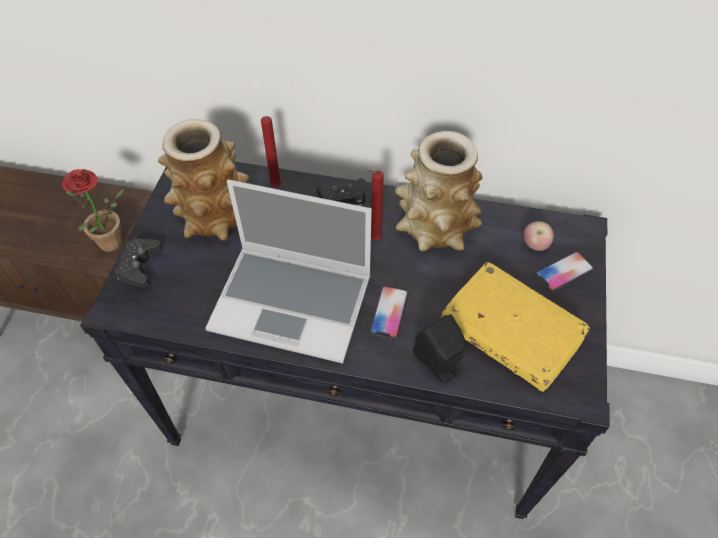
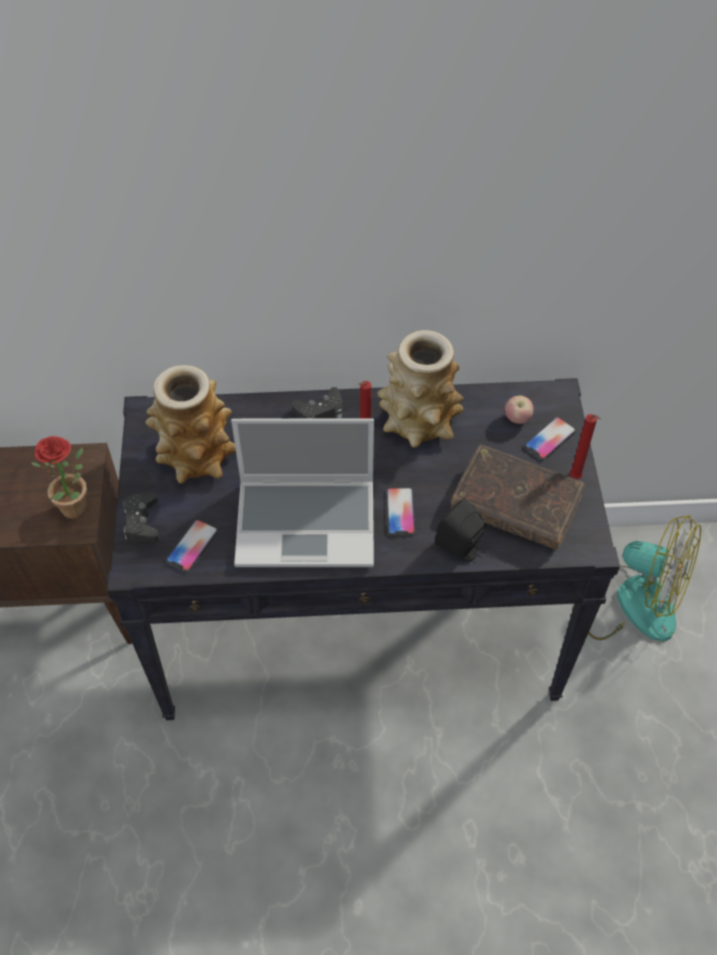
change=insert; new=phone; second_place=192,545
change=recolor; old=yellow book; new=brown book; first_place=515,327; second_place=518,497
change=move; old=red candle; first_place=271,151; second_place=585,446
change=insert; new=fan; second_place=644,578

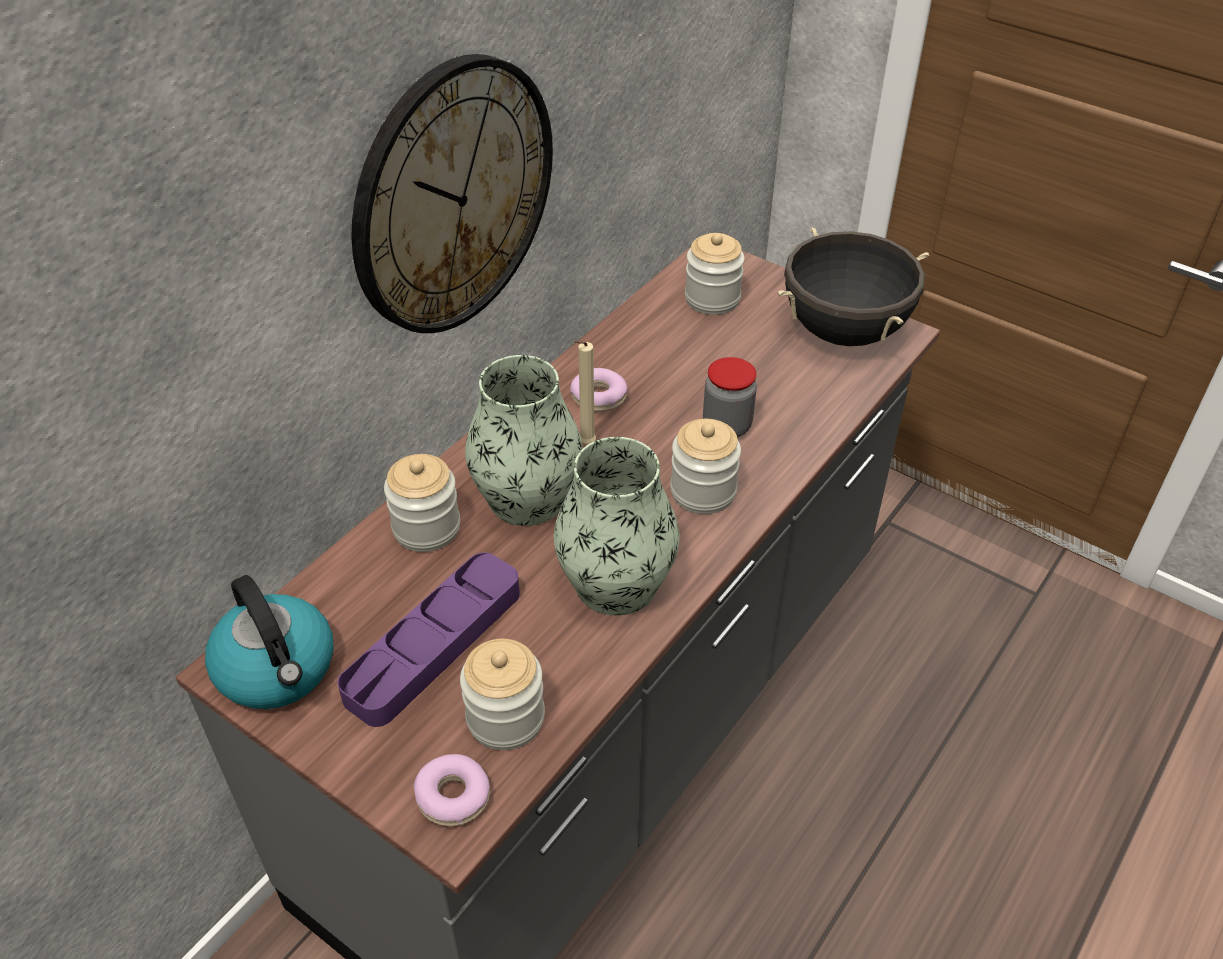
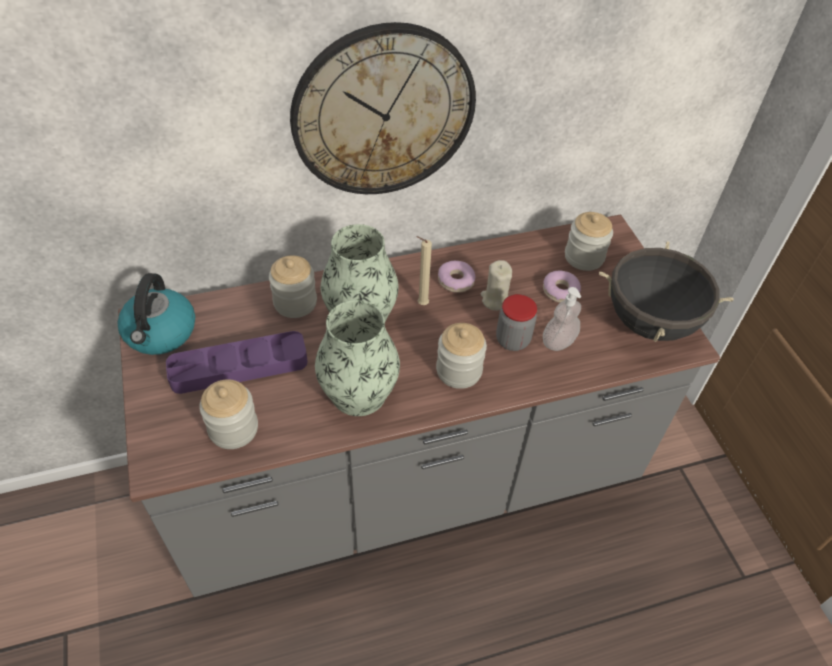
change=insert; new=beige candle; second_place=496,285
change=move; old=donut; first_place=452,790; second_place=562,287
change=insert; new=soap dispenser; second_place=562,319

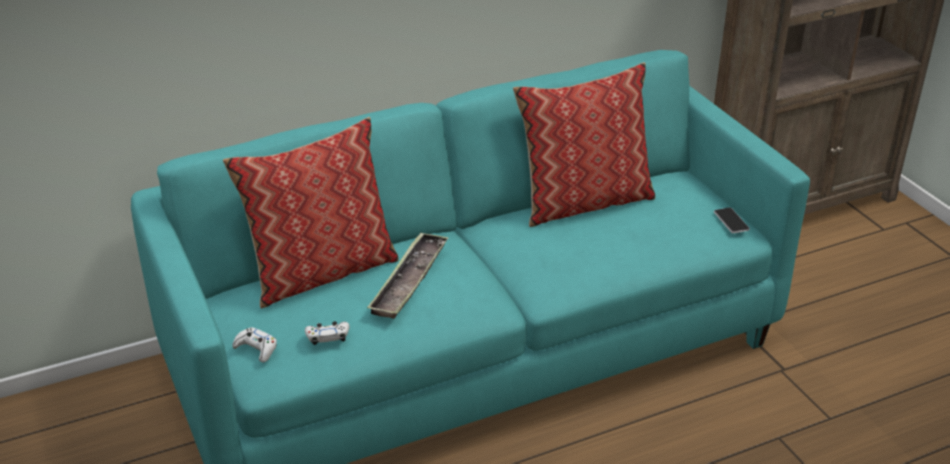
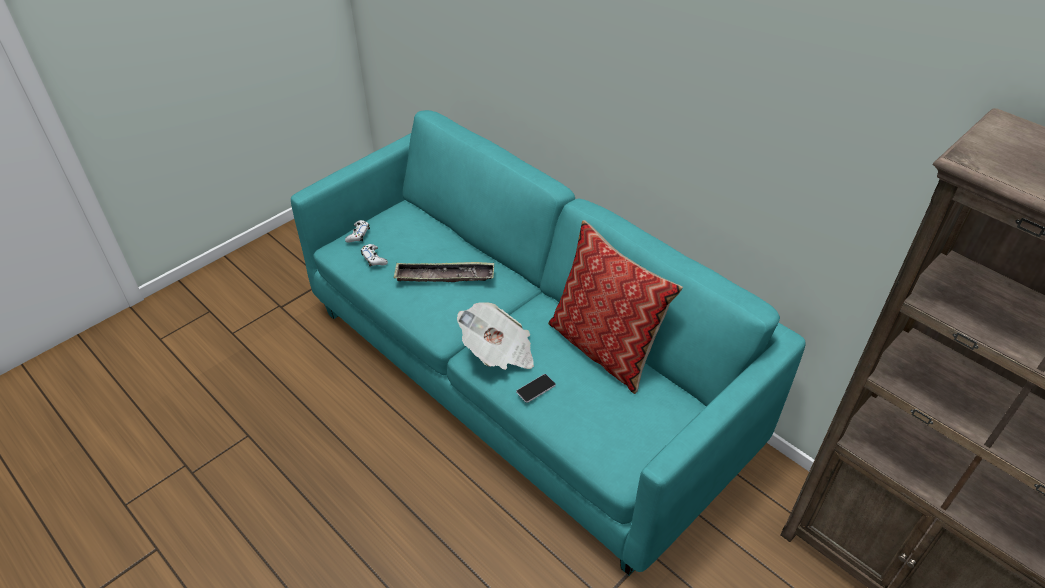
change=insert; new=newspaper; second_place=495,336
change=move; old=phone; first_place=732,220; second_place=536,388
change=delete; old=pillow; first_place=311,212

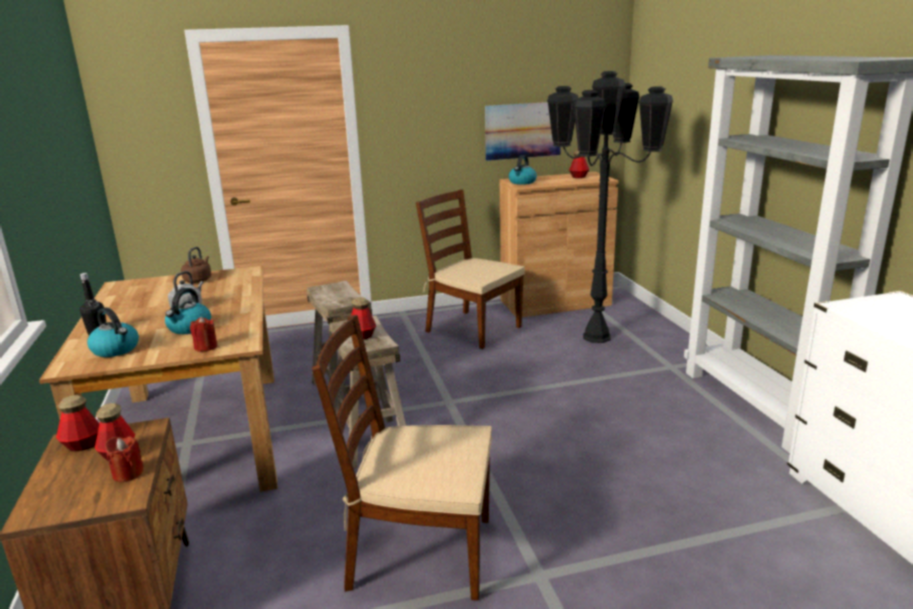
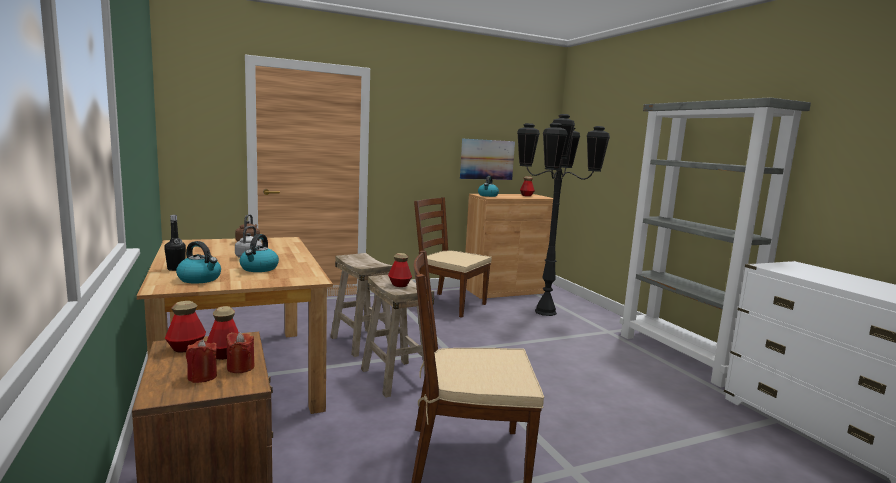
change=move; old=red candle; first_place=204,334; second_place=201,361

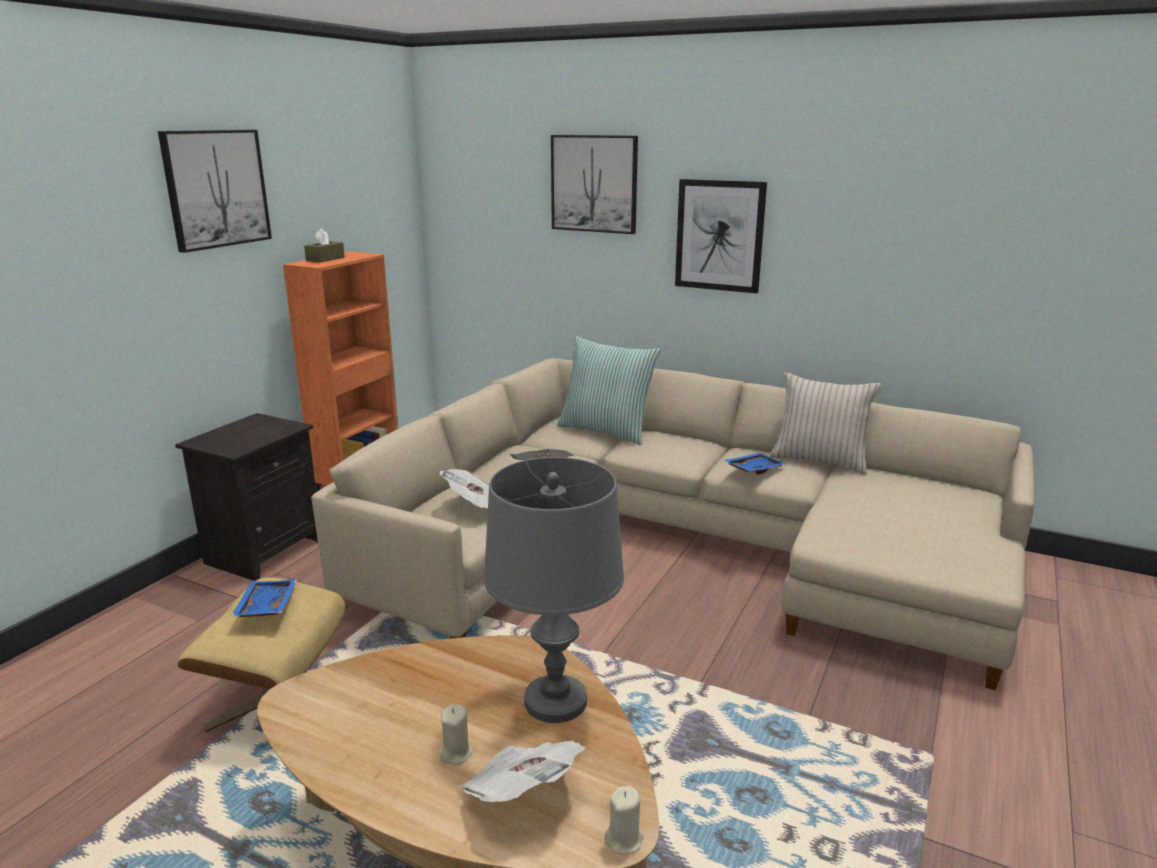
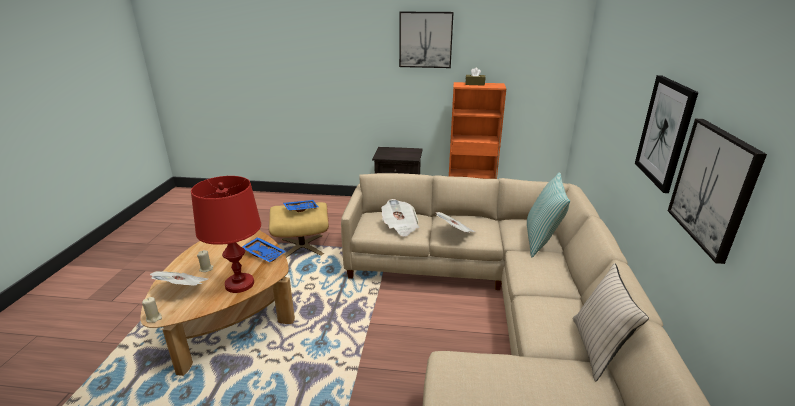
change=recolor; old=grey table lamp; new=red table lamp; first_place=554,590; second_place=226,234
change=move; old=blue tray; first_place=755,464; second_place=264,250
change=move; old=picture; first_place=594,184; second_place=717,191

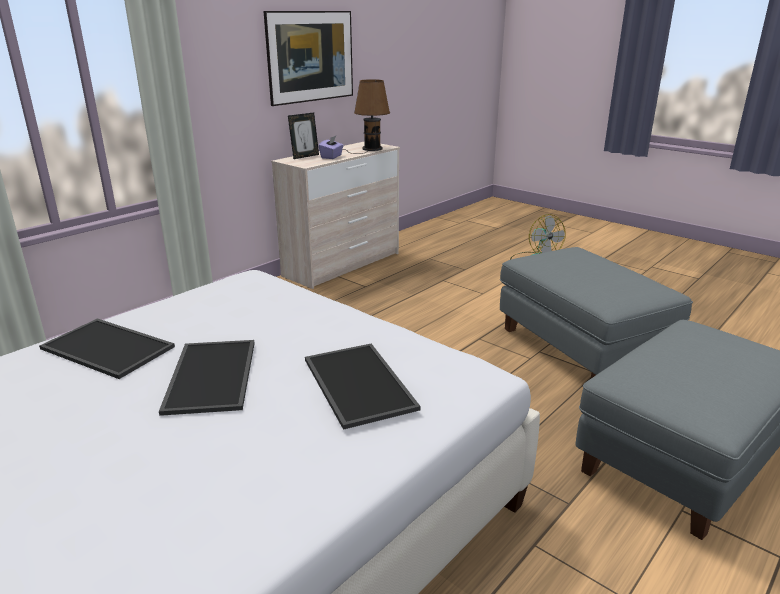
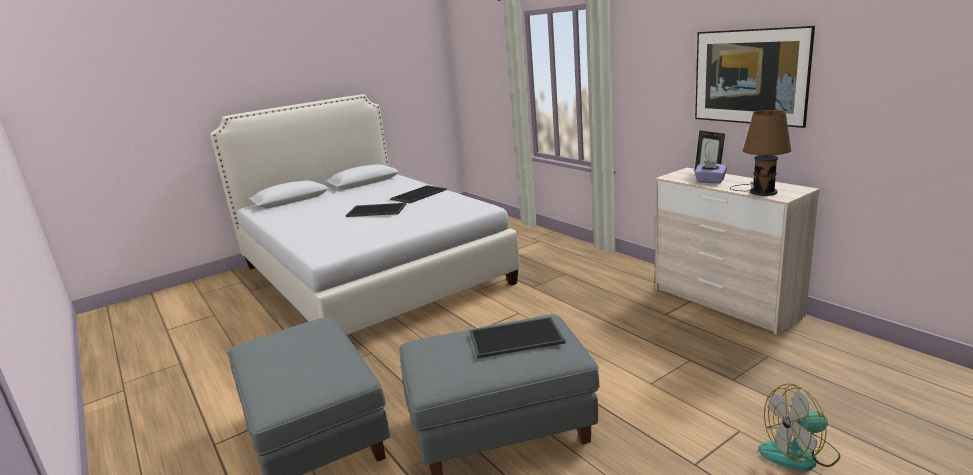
change=move; old=tray; first_place=363,387; second_place=517,337

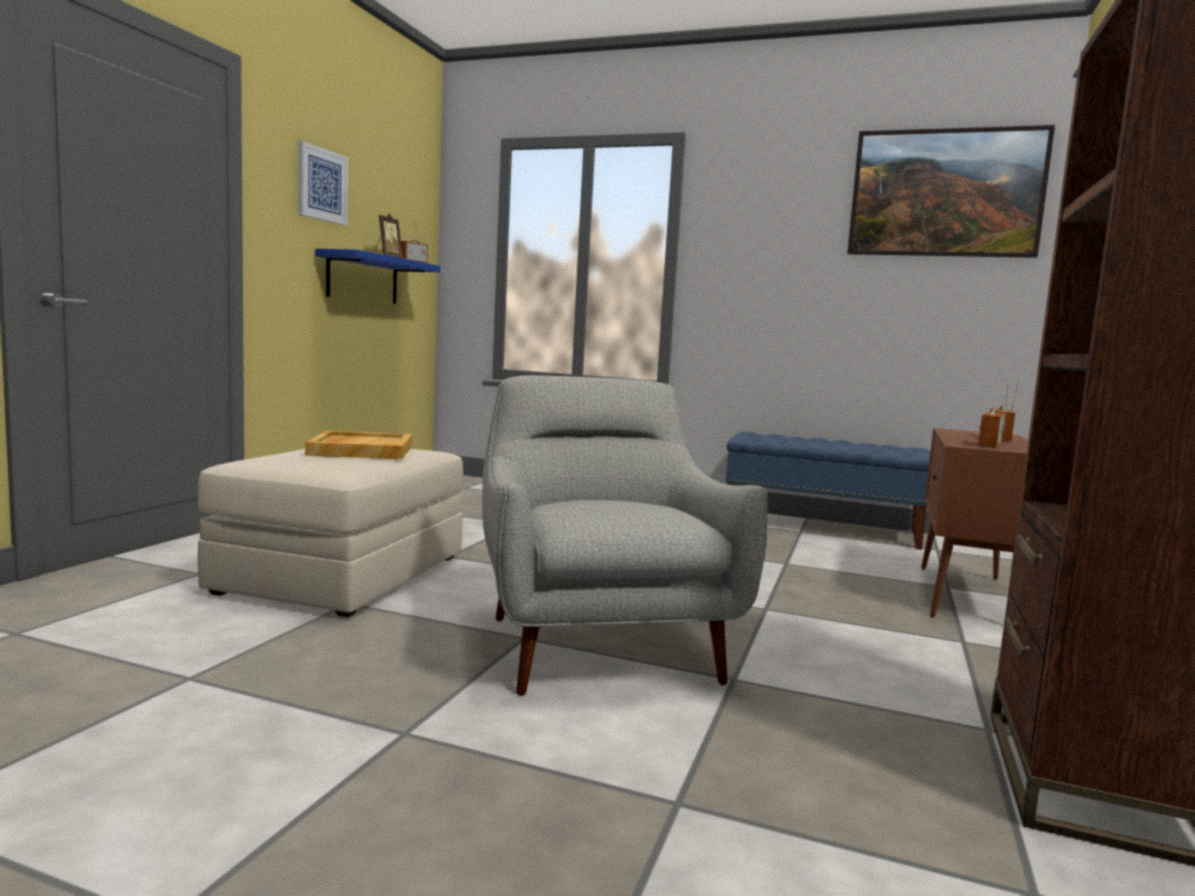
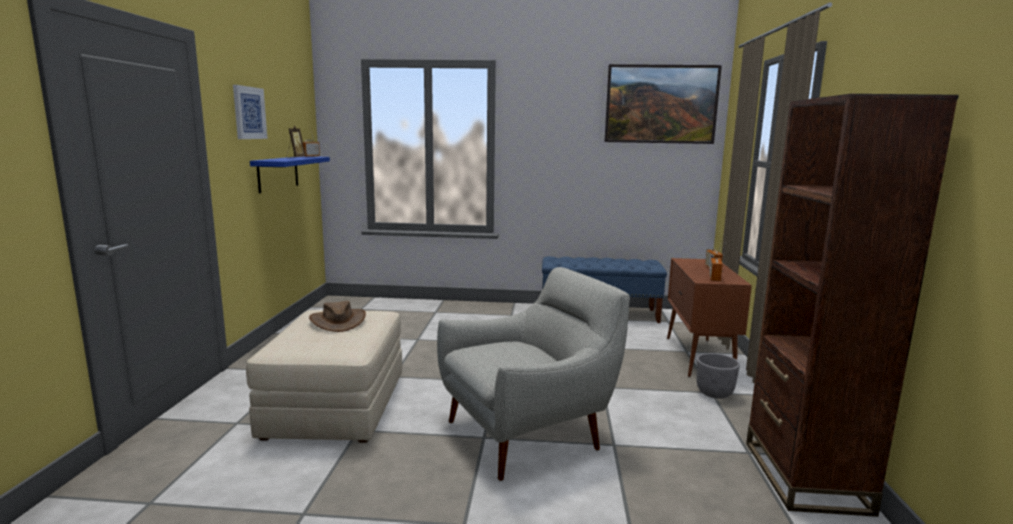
change=replace; old=beige tray; new=brown hat; first_place=359,445; second_place=337,316
change=rotate; old=grey armchair; first_place=625,535; second_place=533,374; degrees=90
change=insert; new=grey planter; second_place=718,376

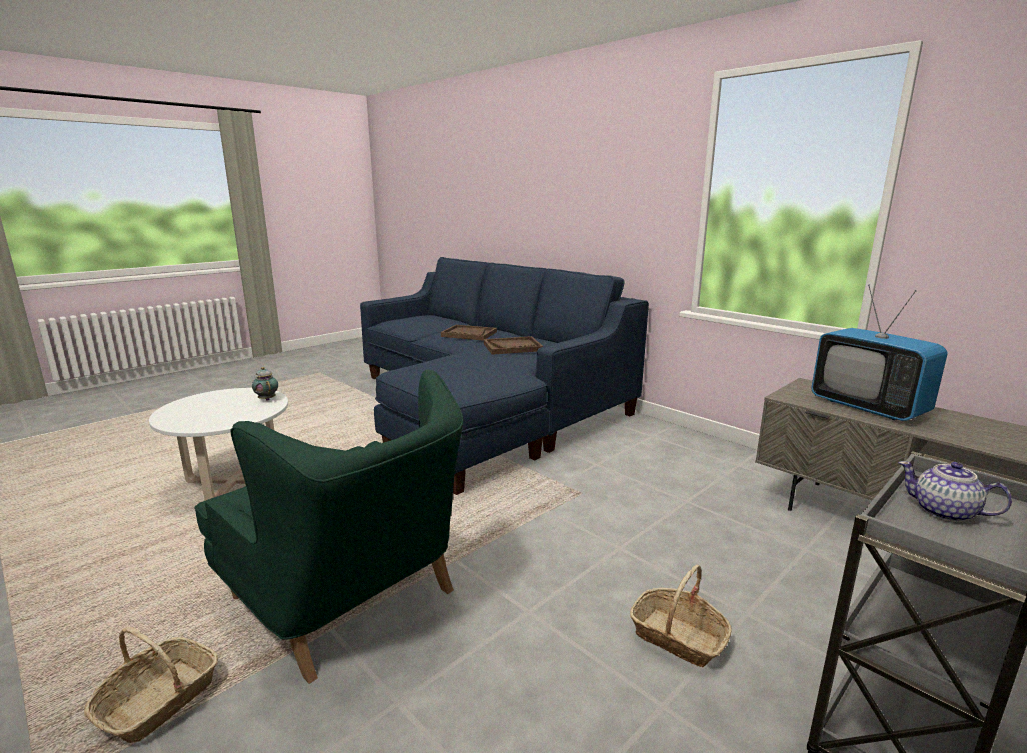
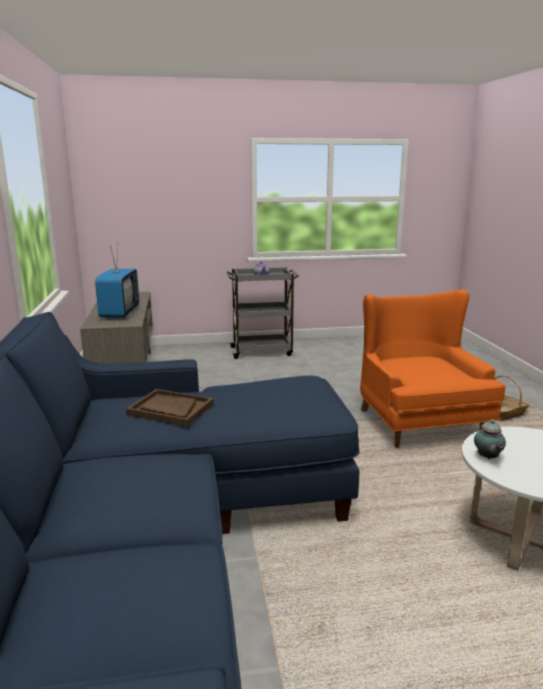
change=recolor; old=green armchair; new=orange armchair; first_place=328,526; second_place=433,369
change=delete; old=brown tray; first_place=469,333
change=delete; old=basket; first_place=681,616

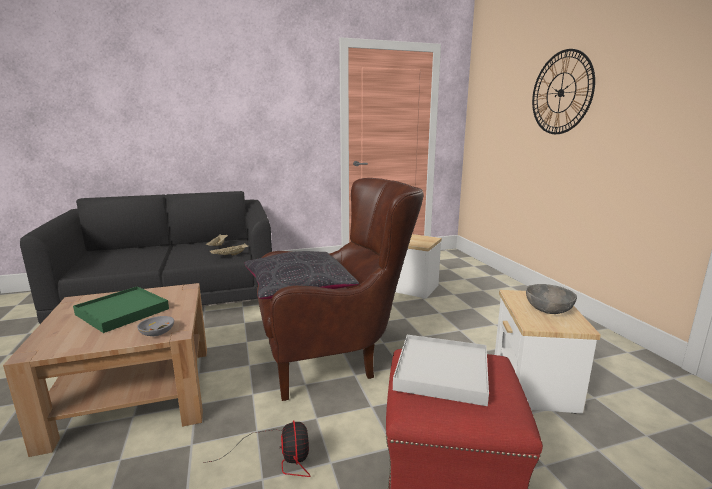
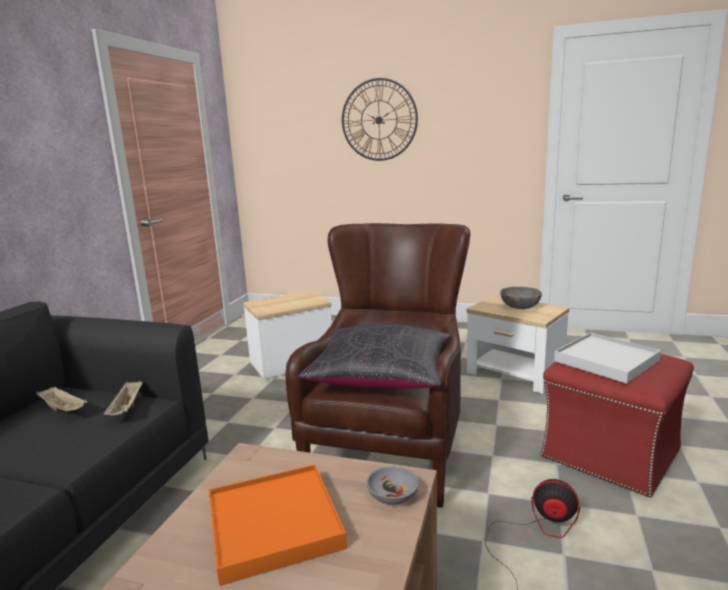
change=recolor; old=green tray; new=orange tray; first_place=121,309; second_place=278,525

